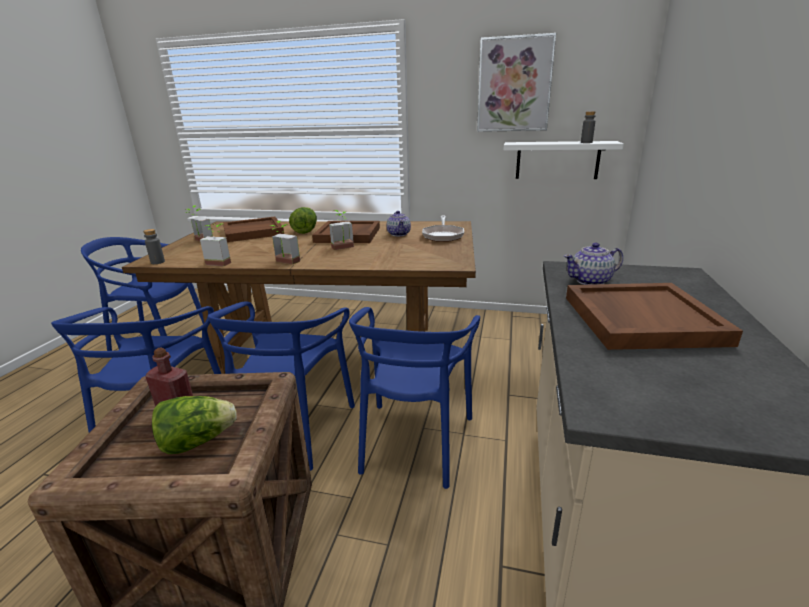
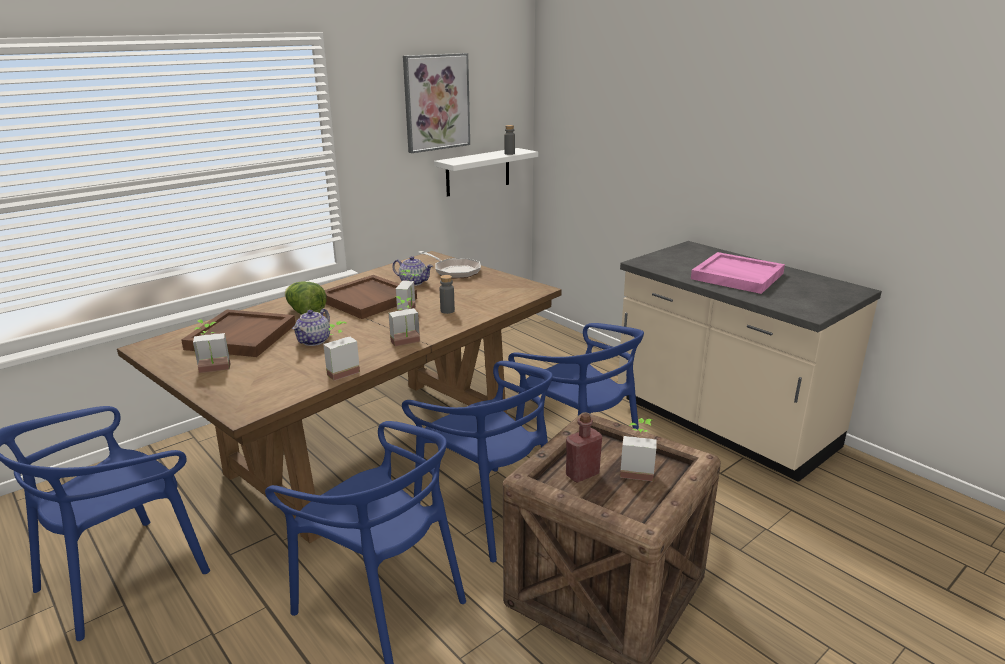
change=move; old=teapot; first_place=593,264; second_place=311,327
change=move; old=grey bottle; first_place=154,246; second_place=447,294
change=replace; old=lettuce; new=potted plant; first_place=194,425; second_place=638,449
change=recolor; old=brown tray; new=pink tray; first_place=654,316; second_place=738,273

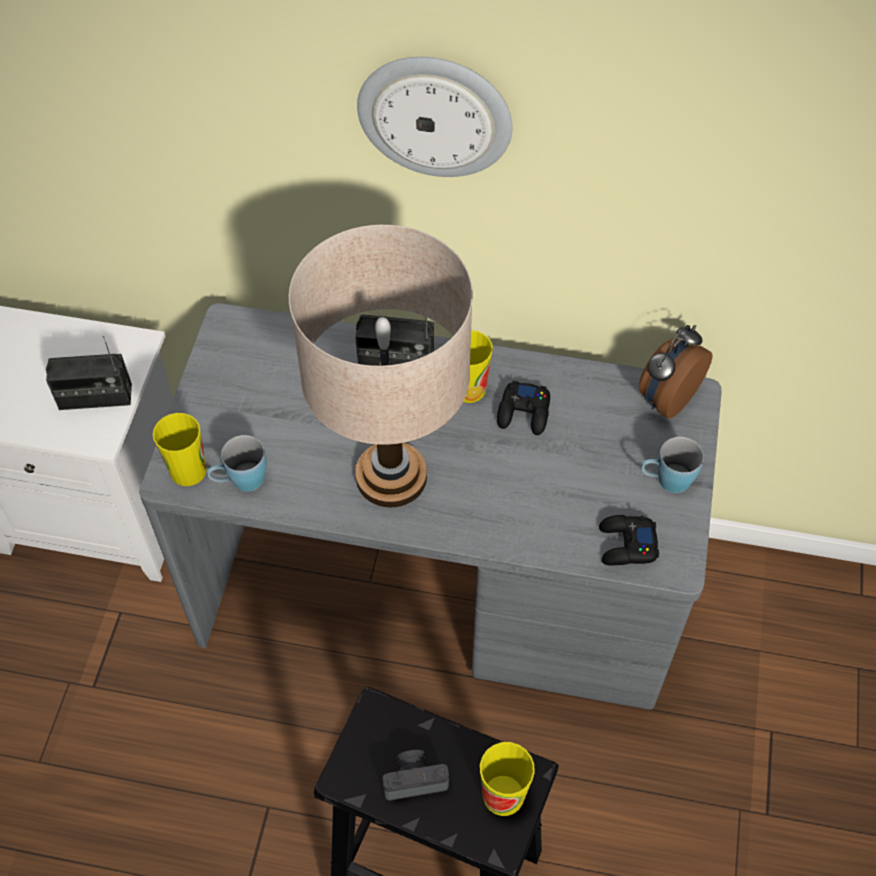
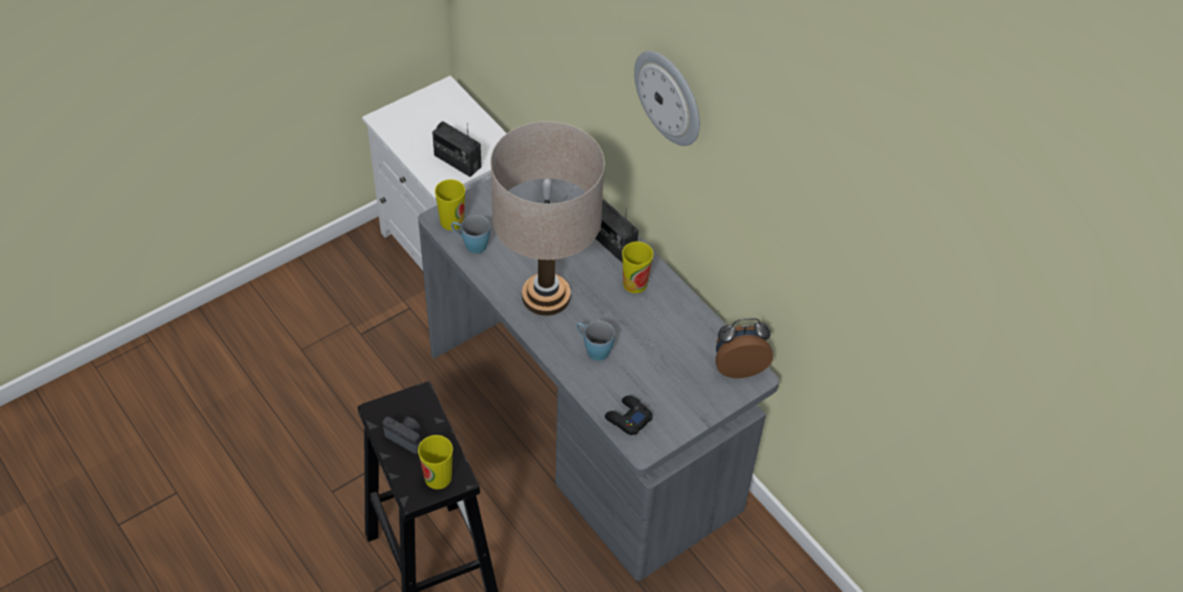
change=move; old=blue mug; first_place=672,465; second_place=595,341
change=delete; old=black game controller; first_place=523,408

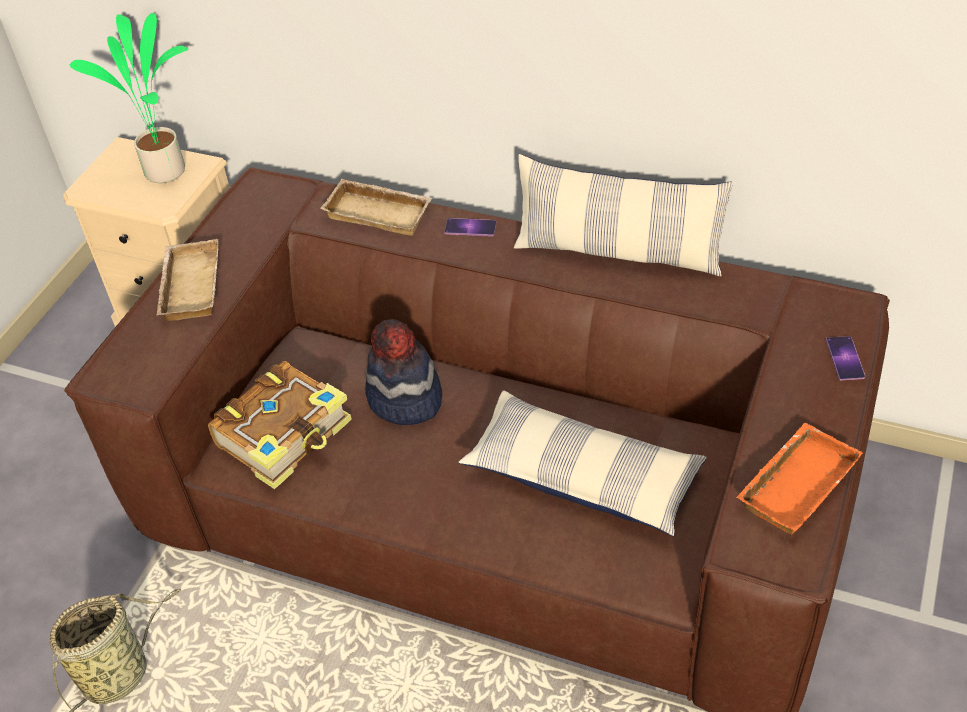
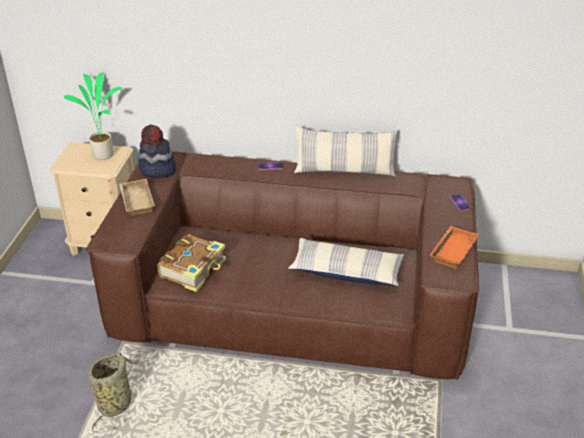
change=move; old=hat; first_place=403,372; second_place=157,151
change=delete; old=beige tray; first_place=376,207

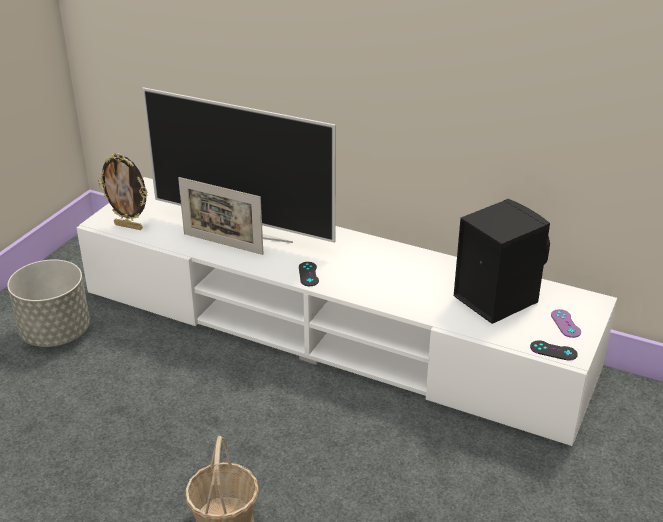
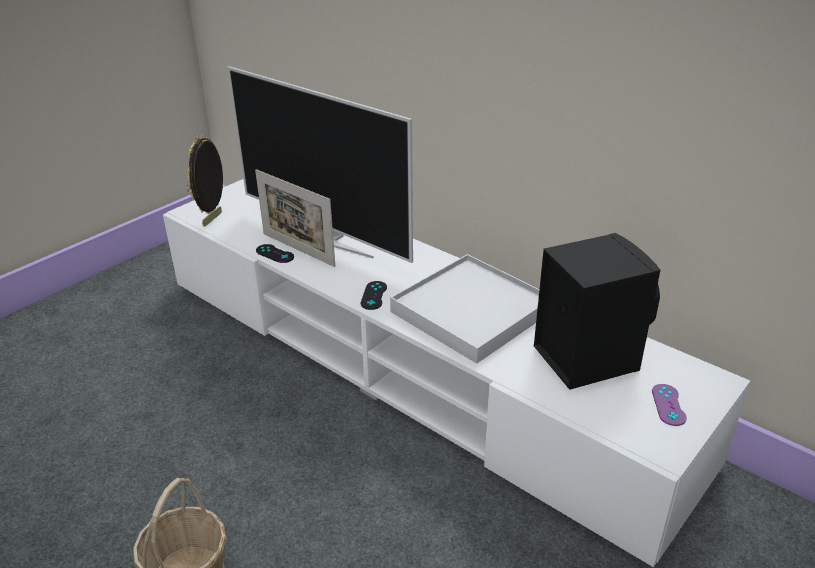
change=rotate; old=picture frame; first_place=123,191; second_place=205,181; degrees=75
change=move; old=black game controller; first_place=554,350; second_place=275,253
change=insert; new=white tray; second_place=464,309
change=delete; old=grey planter; first_place=48,303

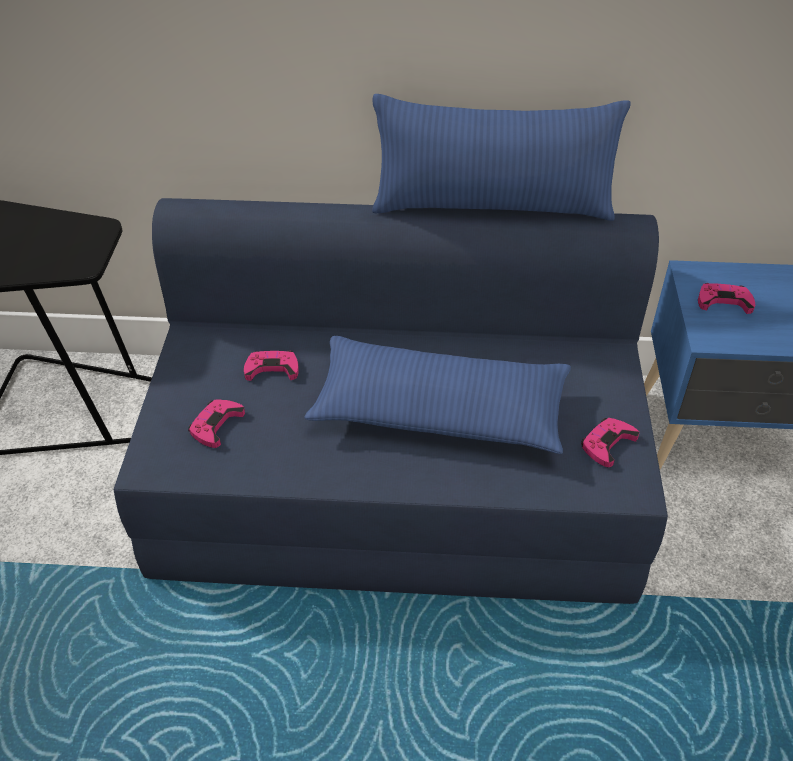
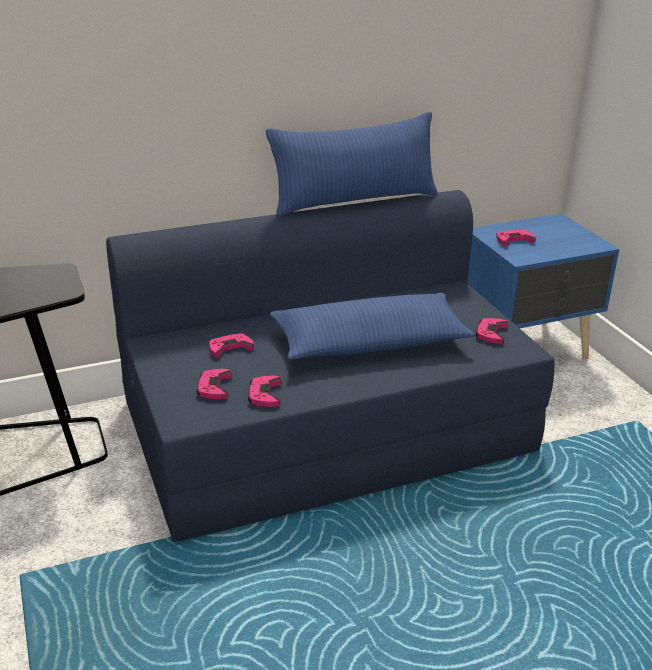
change=insert; new=pink game controller; second_place=265,391

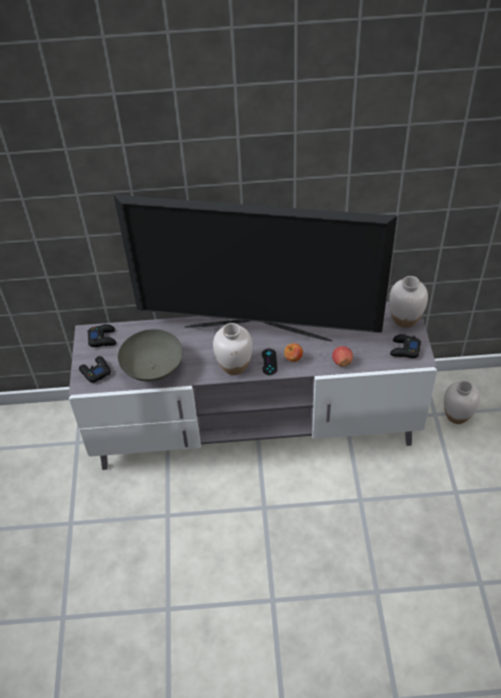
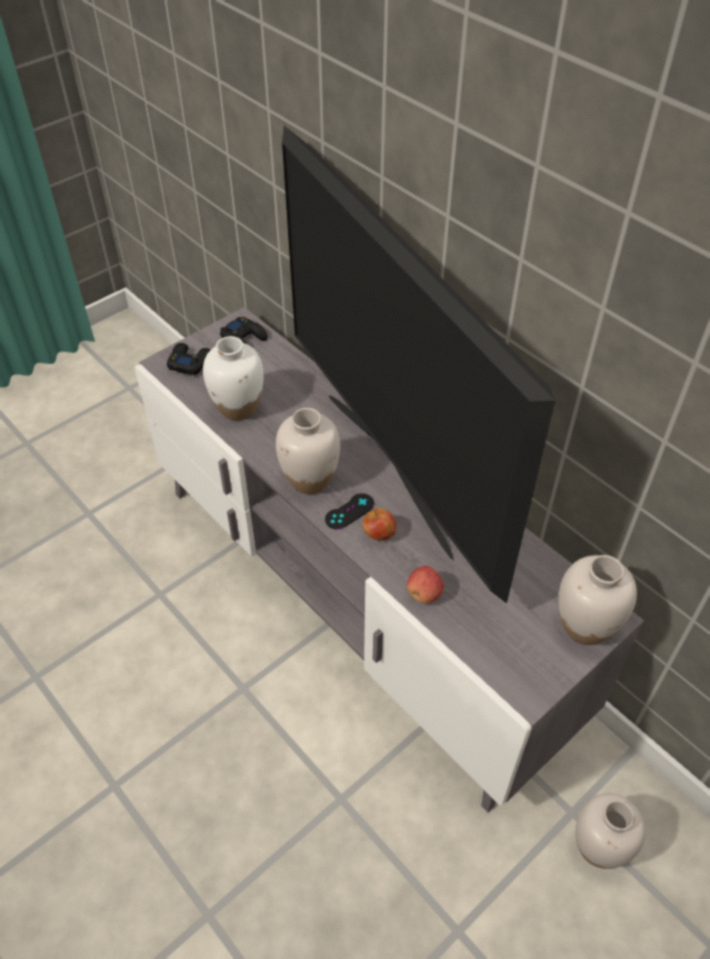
change=replace; old=grey bowl; new=white vase; first_place=150,355; second_place=233,378
change=delete; old=black game controller; first_place=405,346

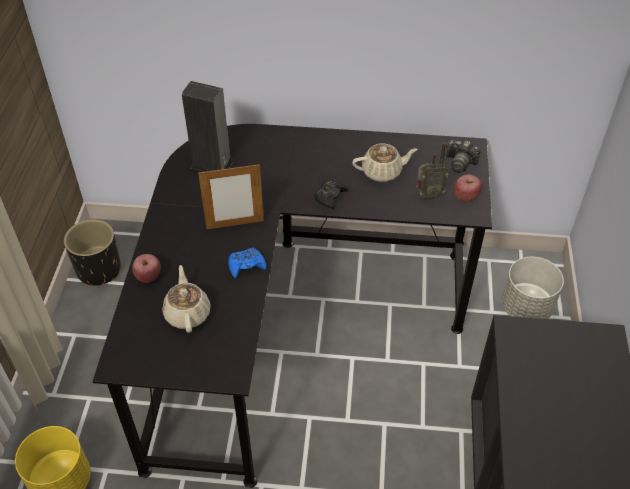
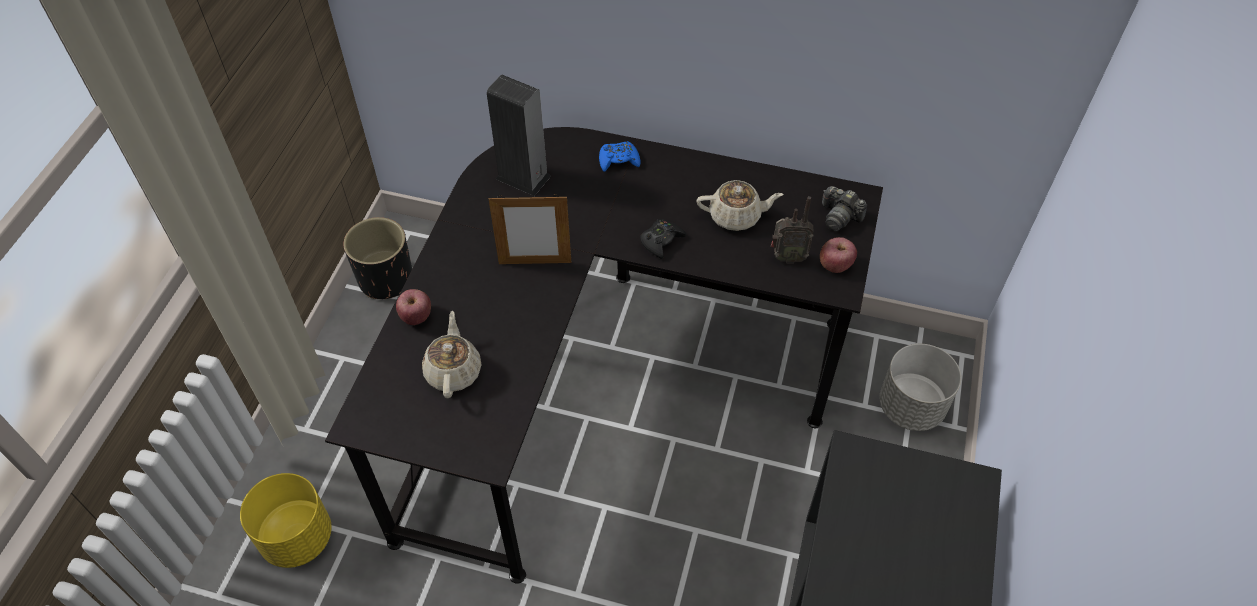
change=move; old=blue game controller; first_place=248,263; second_place=620,156

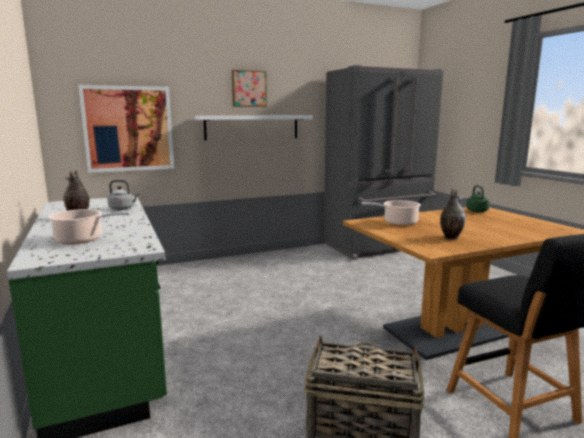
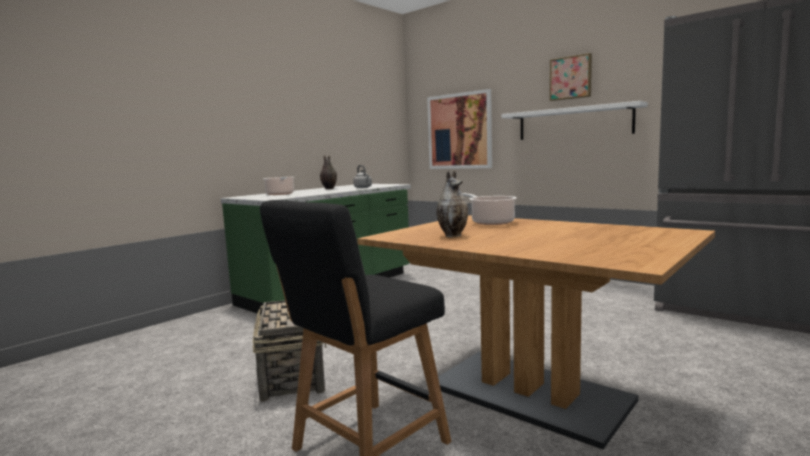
change=delete; old=green kettle; first_place=478,198

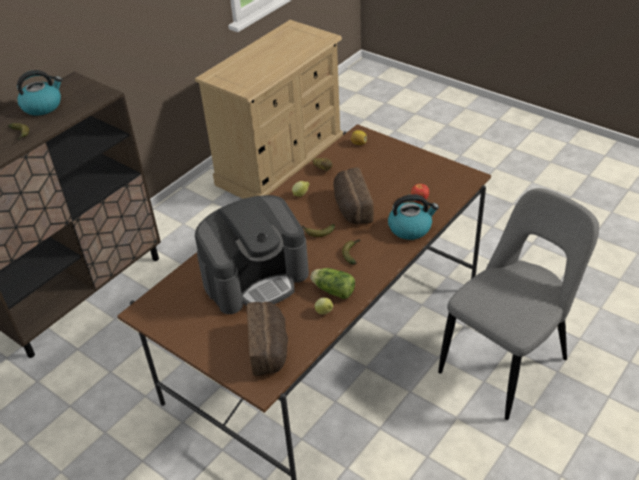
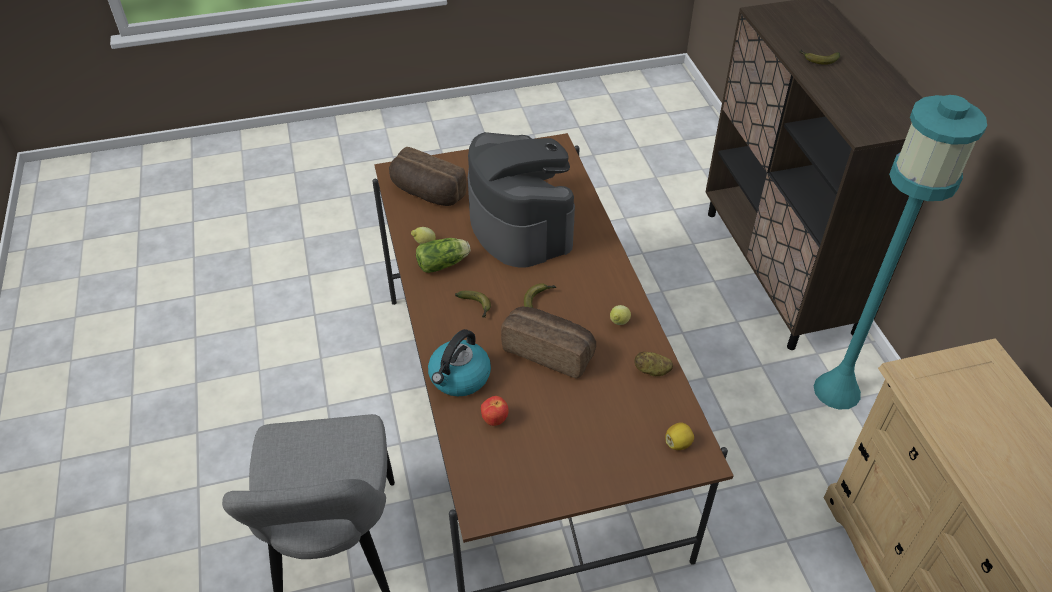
change=rotate; old=coffee machine; first_place=252,254; second_place=521,200; degrees=150
change=insert; new=turquoise floor lamp; second_place=900,252
change=delete; old=kettle; first_place=39,93

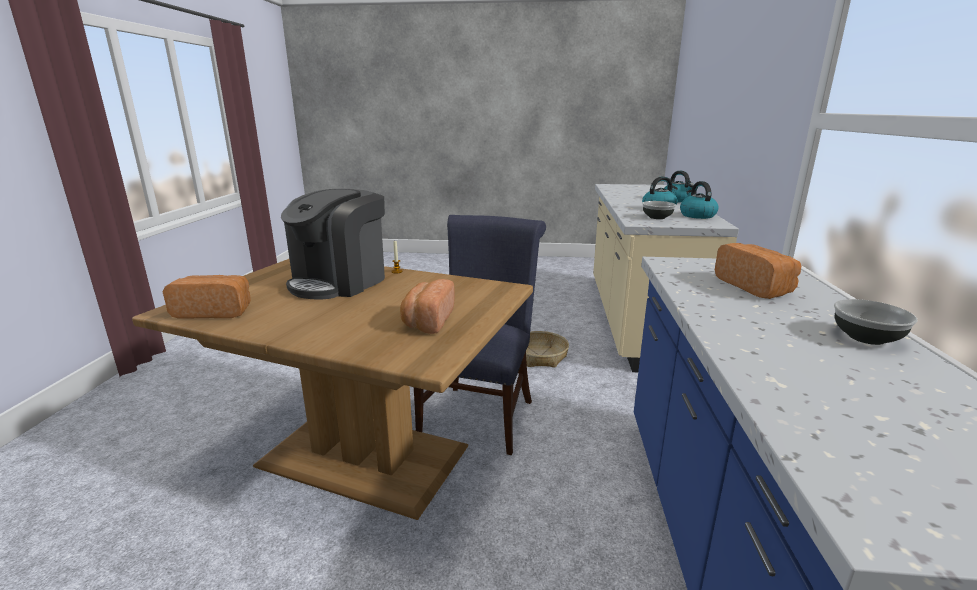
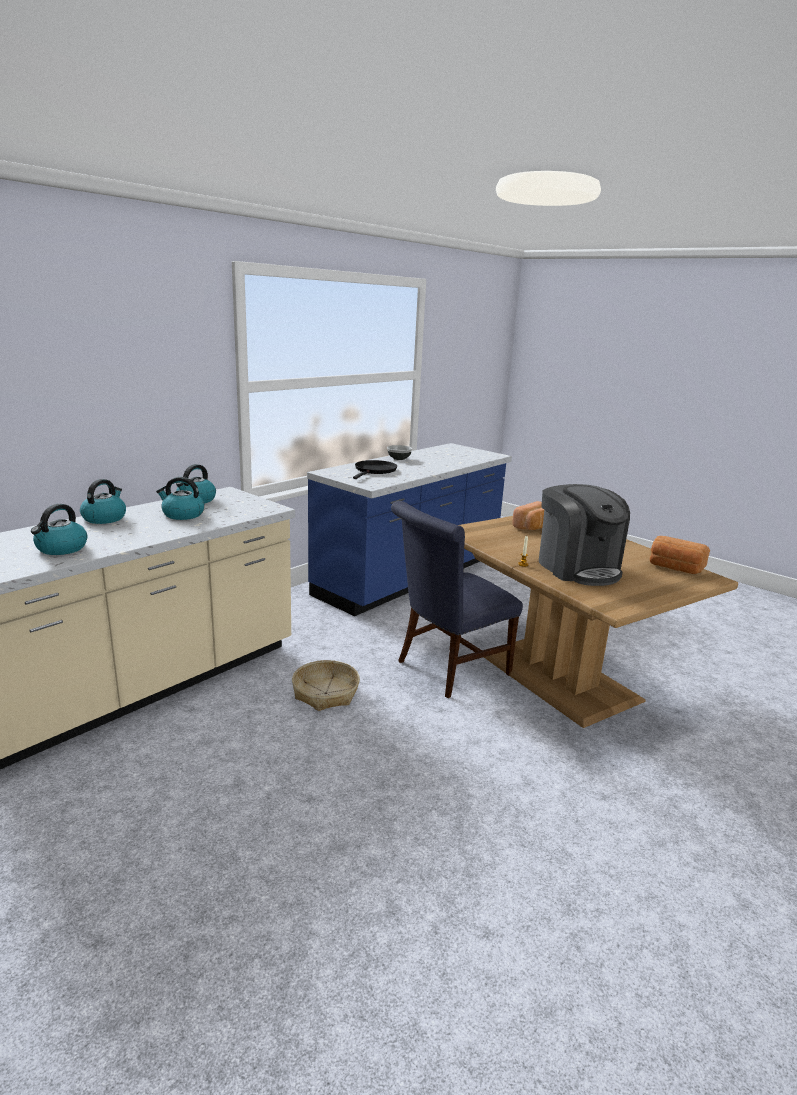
change=insert; new=kettle; second_place=59,529
change=replace; old=bread; new=black frying pan; first_place=758,271; second_place=375,469
change=rotate; old=coffee machine; first_place=333,244; second_place=584,535; degrees=90
change=delete; old=bowl; first_place=659,210

